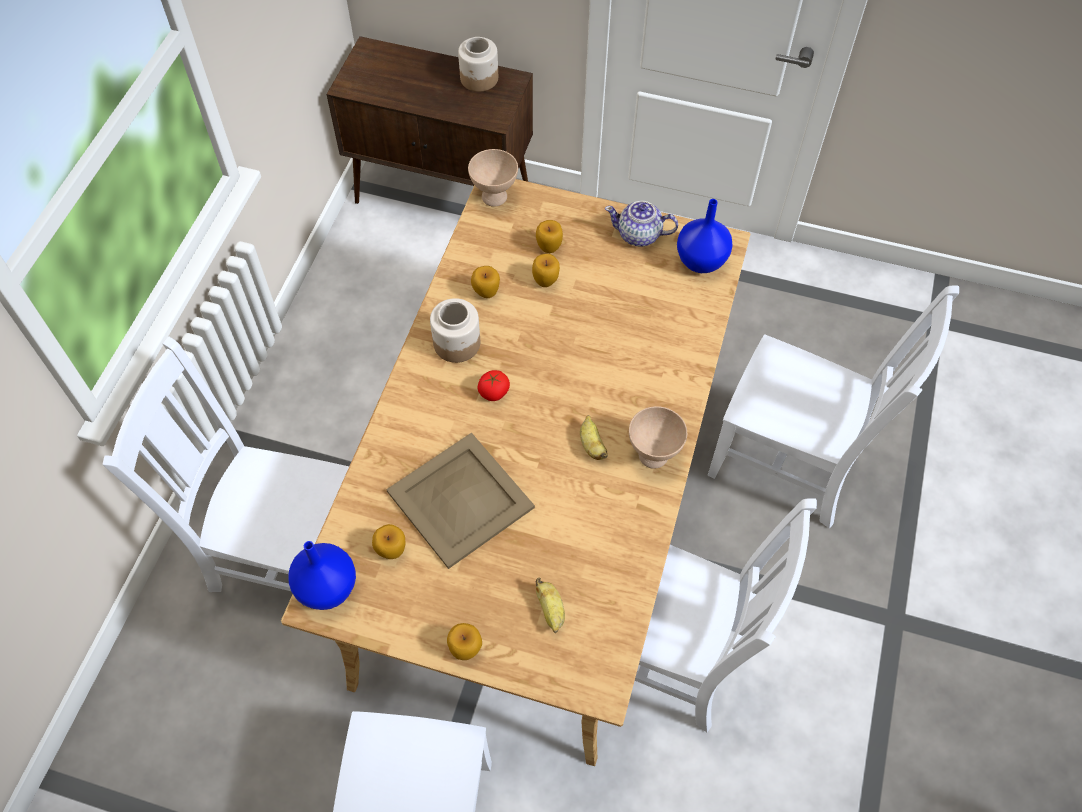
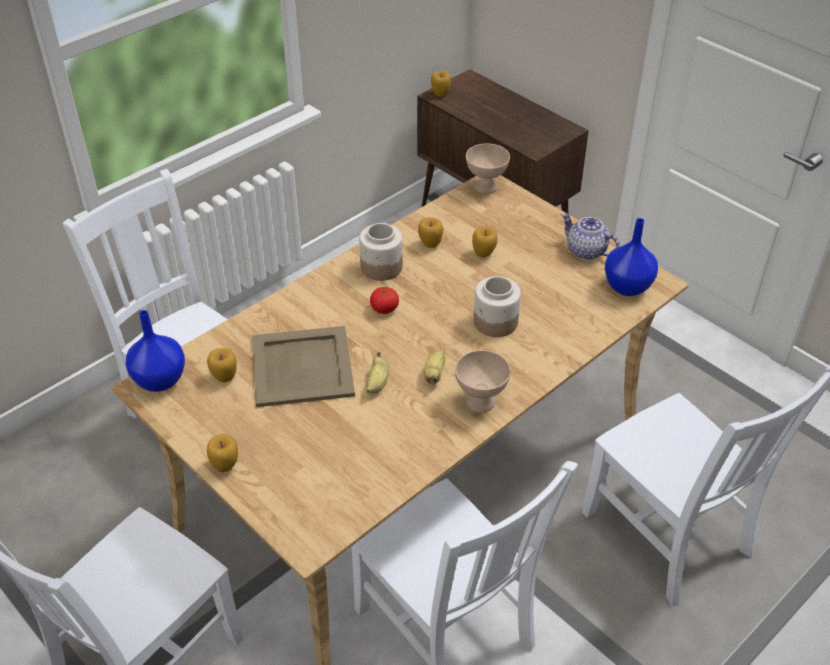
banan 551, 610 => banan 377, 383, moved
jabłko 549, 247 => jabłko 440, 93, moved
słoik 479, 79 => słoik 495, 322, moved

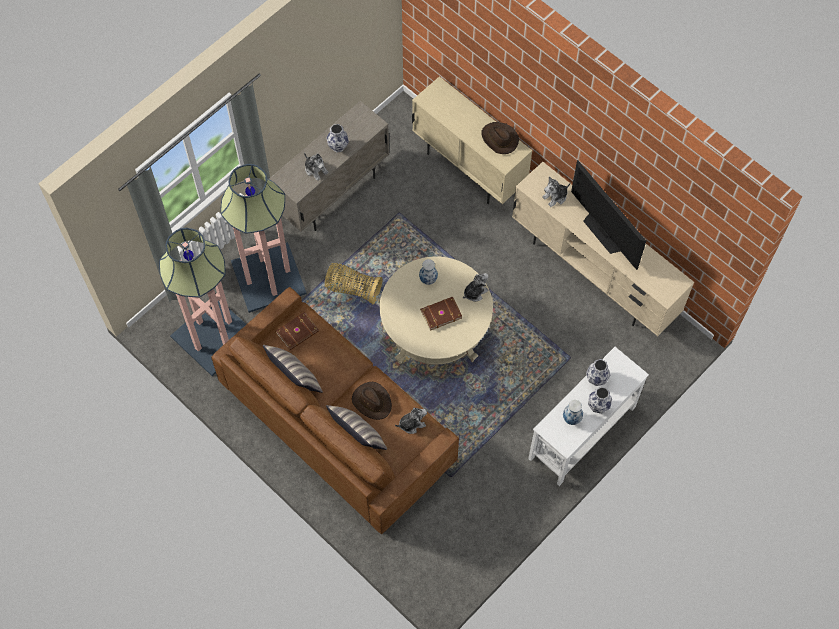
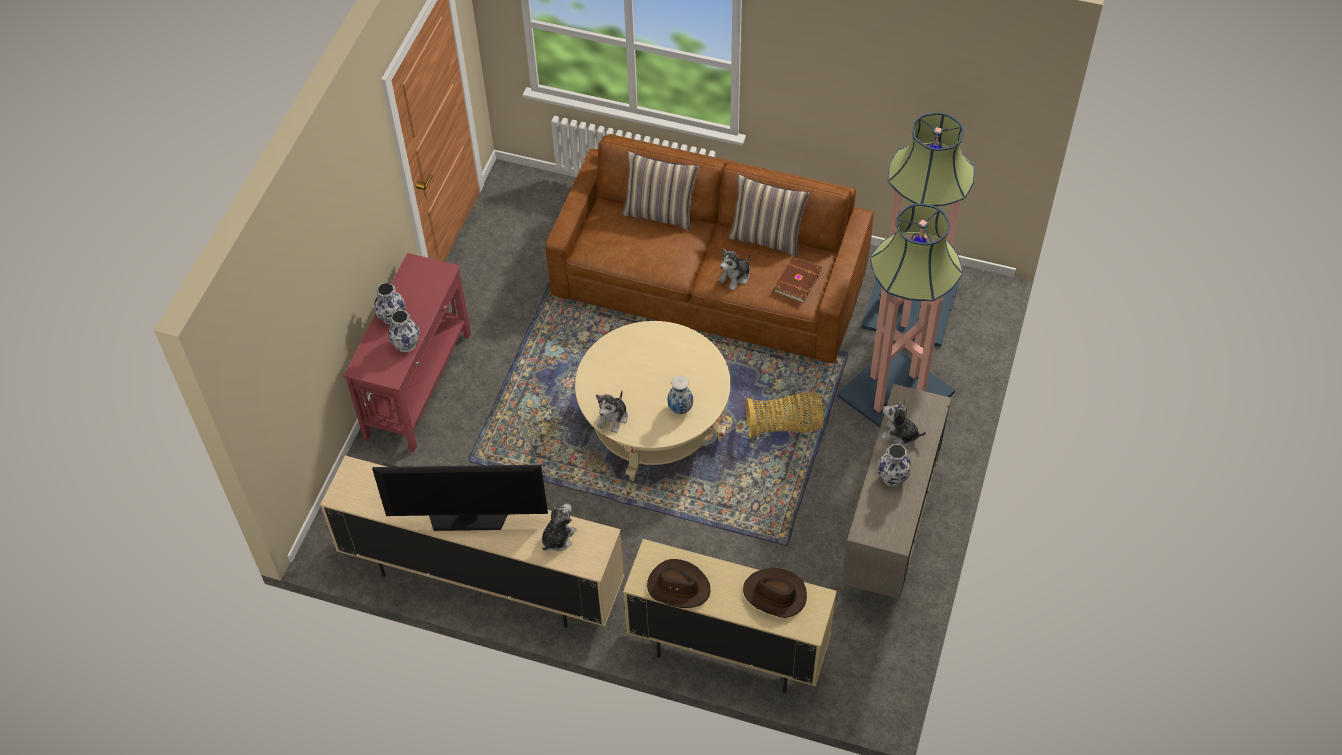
stolik konsolowy (biały) 581, 432 => stolik konsolowy (czerwony) 419, 384
telewizor 604, 232 => telewizor 468, 517, 150 degrees clockwise
pluszak 411, 423 => pluszak 735, 277, moved
kapelusz (brązowy) 372, 401 => kapelusz (brązowy) 775, 595, moved
książka (brązowy) 440, 313 => nothing
wazon 571, 418 => nothing

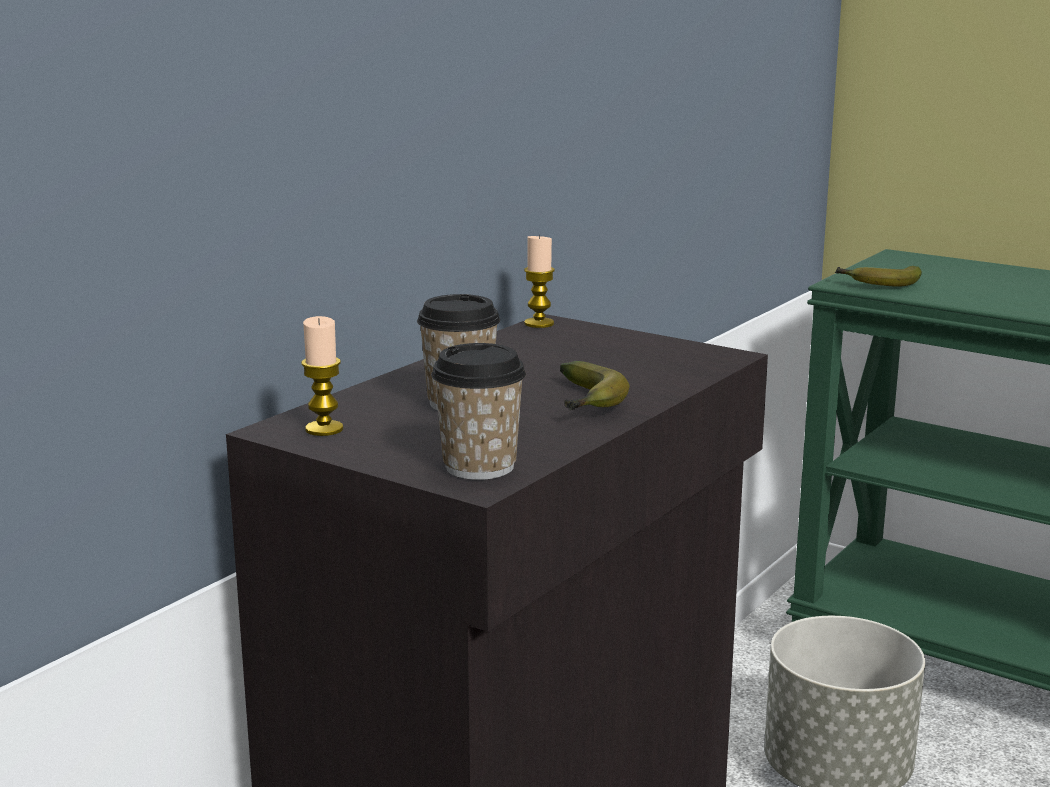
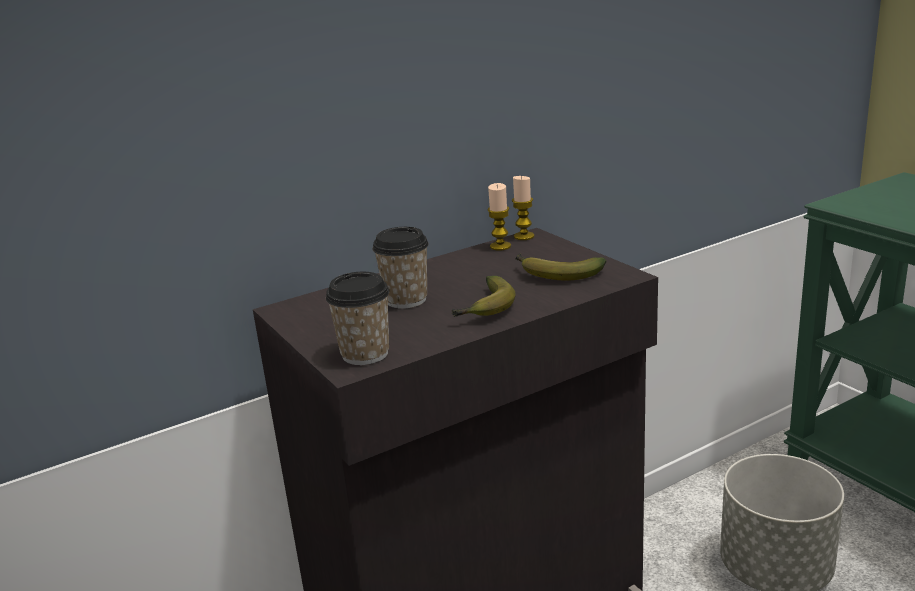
świeca 324, 429 => świeca 500, 246, moved
banan 878, 284 => banan 555, 274, moved

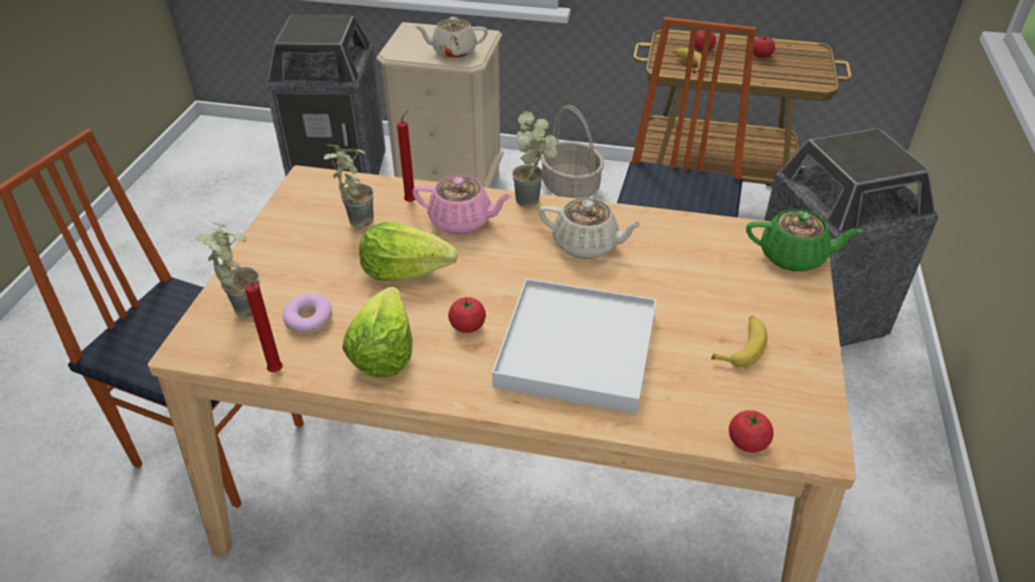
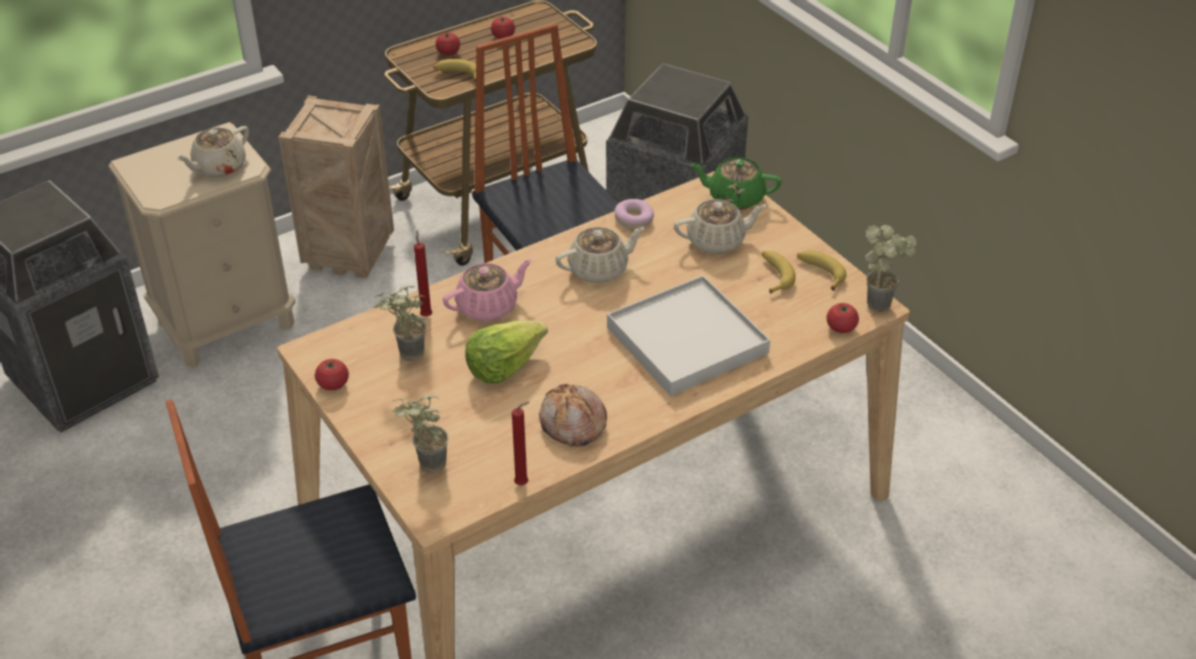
koszyk 571, 187 => skrzynka 351, 254
pomidor 467, 326 => pomidor 333, 384, moved
sałata 383, 351 => chleb 571, 424
donut 309, 320 => donut 633, 219, moved
nothing => imbryk (beżowy) 717, 241
imbryk (zielony) 794, 257 => imbryk (zielony) 735, 198, 135 degrees counterclockwise
nothing => banan 820, 273
roślina doniczkowa 535, 201 => roślina doniczkowa 882, 302, moved

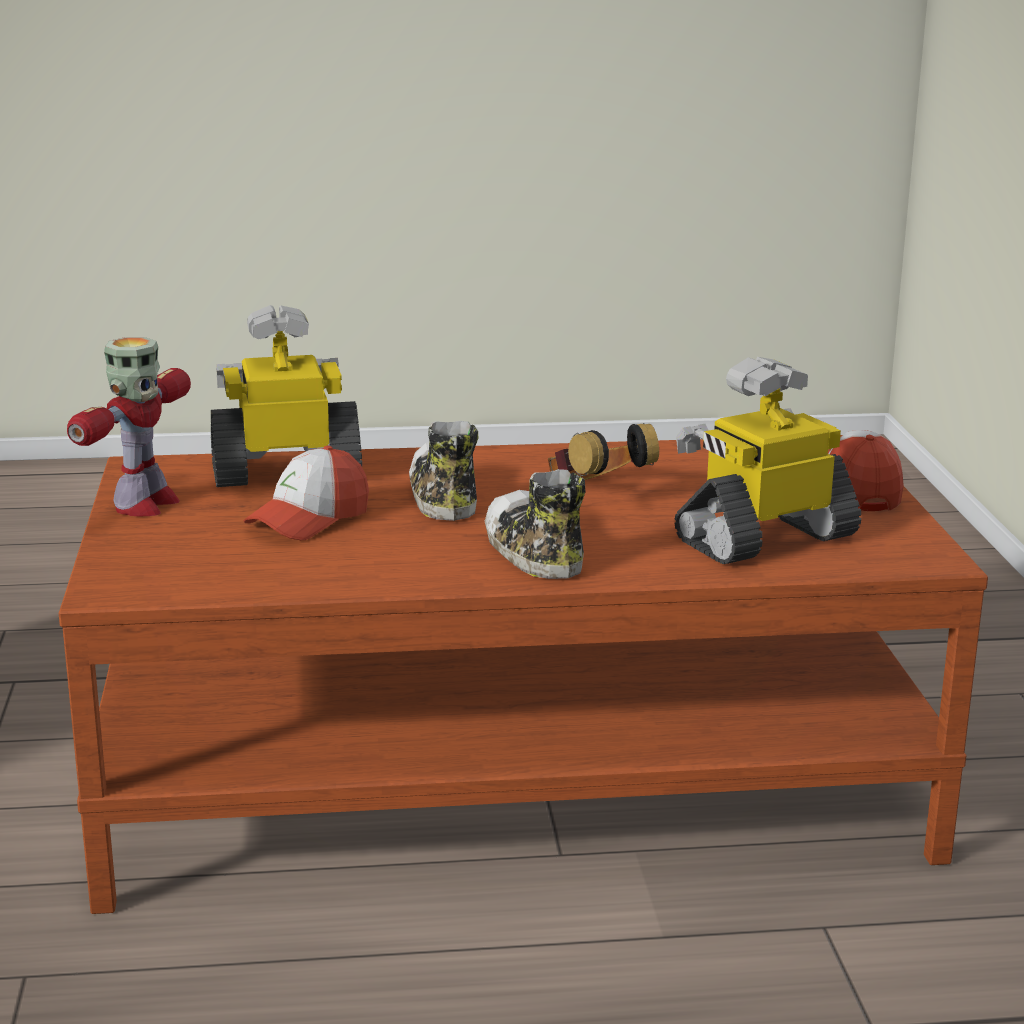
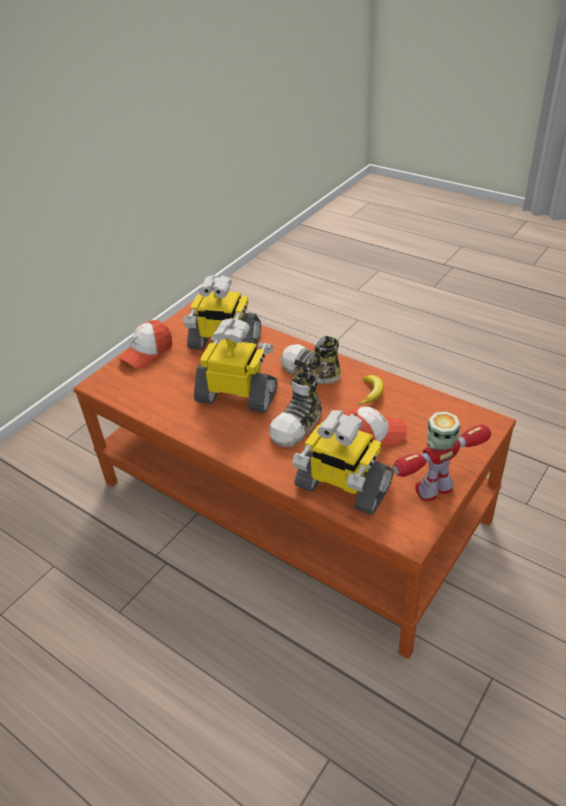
słuchawki 596, 495 => robot zabawkowy 238, 395
but 533, 553 => but 310, 371, 105 degrees clockwise
nothing => banan 371, 393

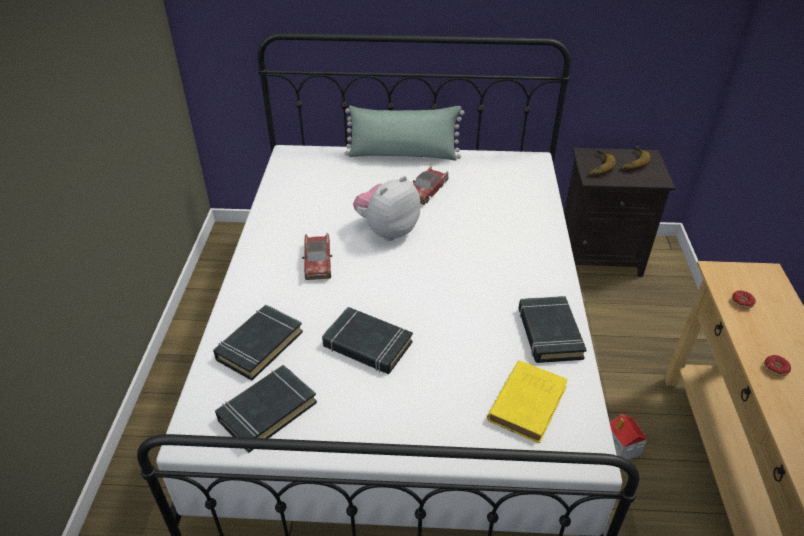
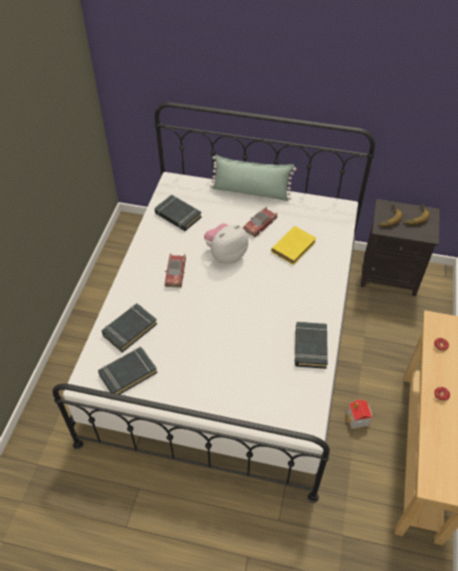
książka (czarny) 367, 345 => książka (czarny) 177, 215, moved
książka (żółty) 528, 402 => książka (żółty) 294, 246, moved

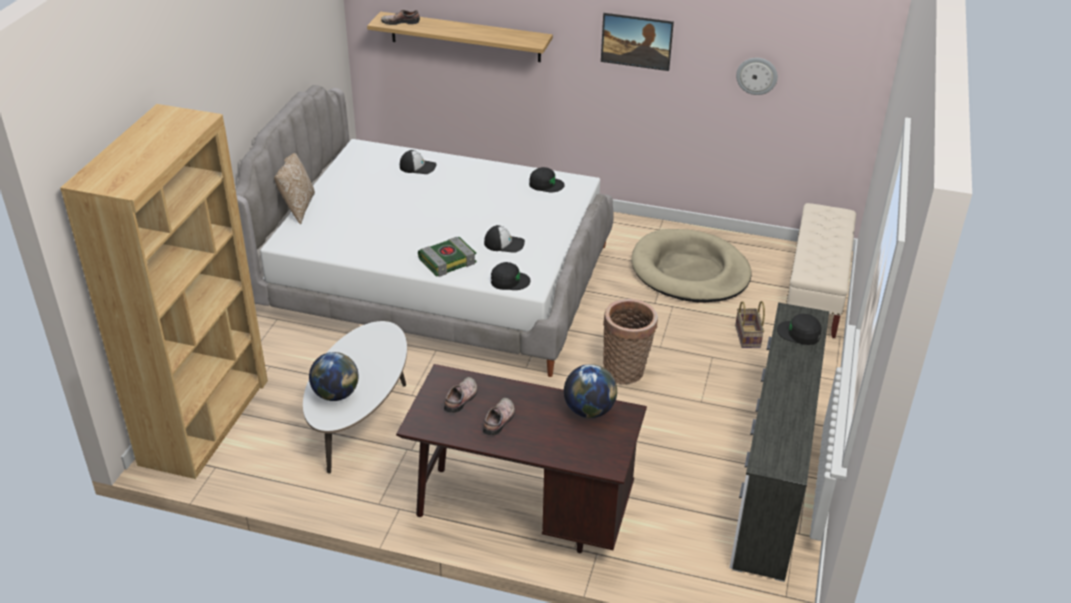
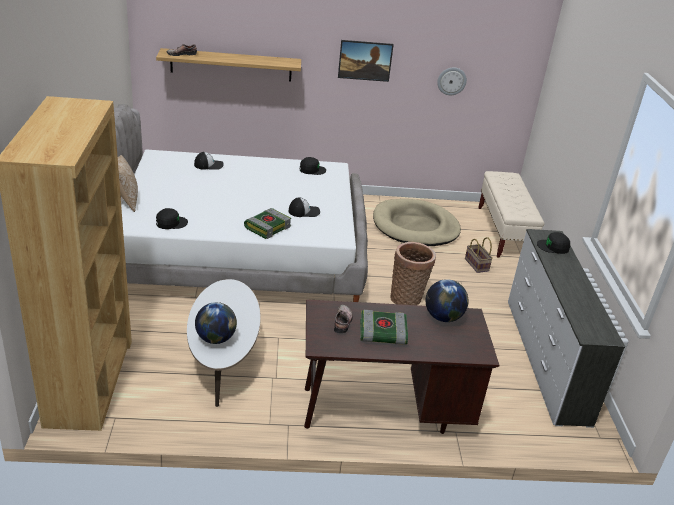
czapka z daszkiem (czarny) 509, 281 => czapka z daszkiem (czarny) 171, 223, moved
but 500, 420 => książka 382, 334

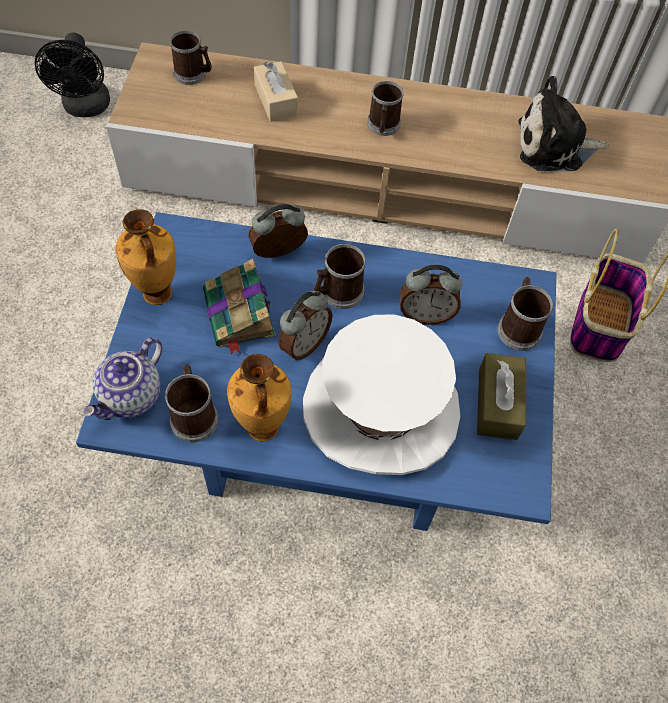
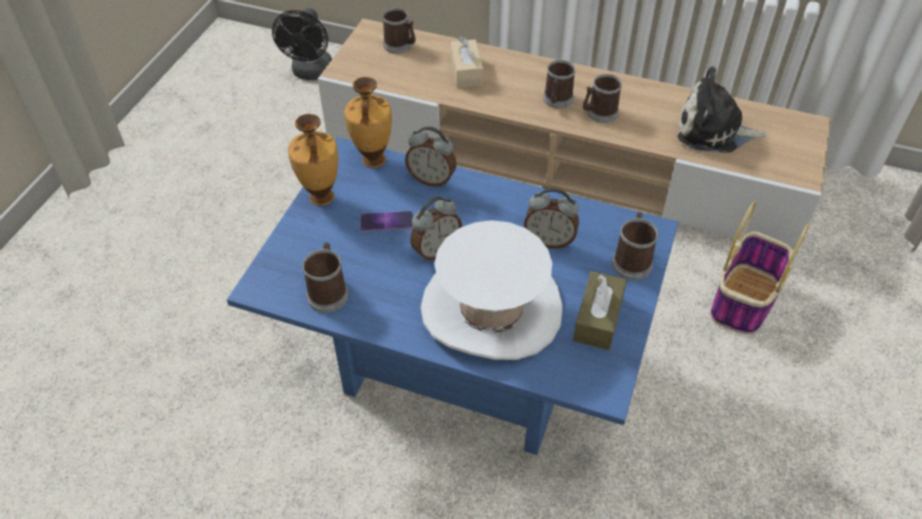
wazon 262, 429 => wazon 373, 161, moved
książka 239, 315 => telefon 386, 221
budzik 279, 254 => budzik 432, 179, 150 degrees counterclockwise
kubek 337, 293 => kubek 599, 113, moved
imbryk 131, 397 => nothing

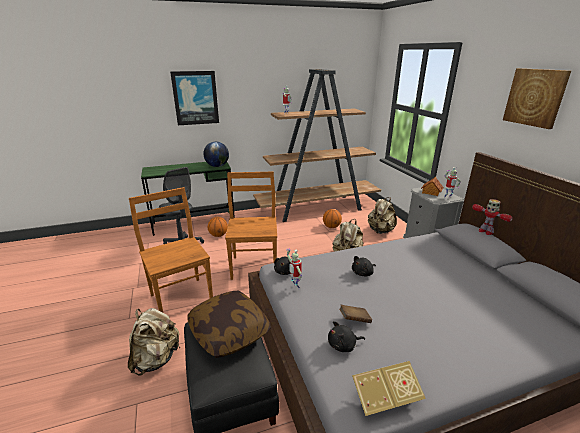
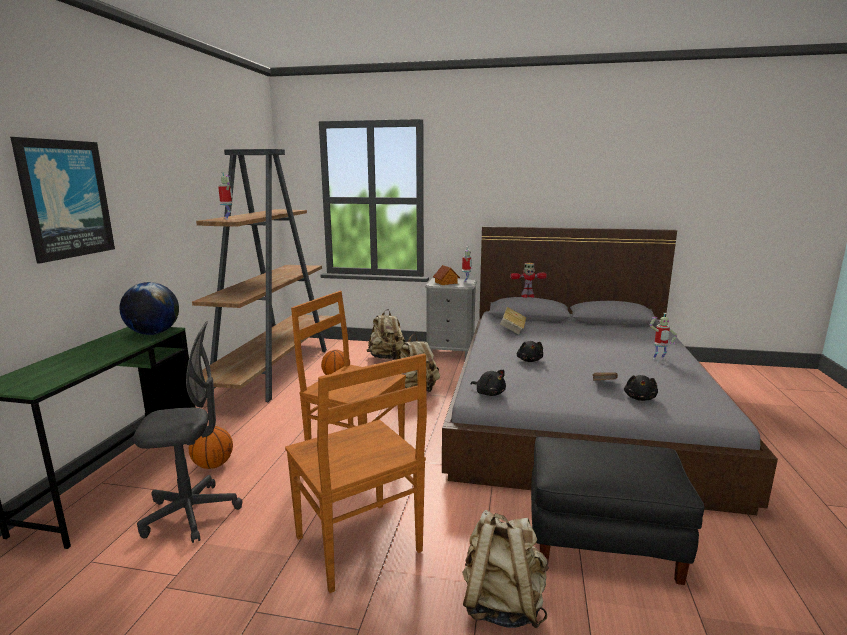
krzesło (brązowy) 181, 297 => krzesło (brązowy) 359, 546, 120 degrees counterclockwise
książka 384, 398 => książka 512, 329, moved
robot zabawkowy 295, 287 => robot zabawkowy 658, 359, moved
poduszka 229, 332 => nothing
obraz 535, 97 => nothing

